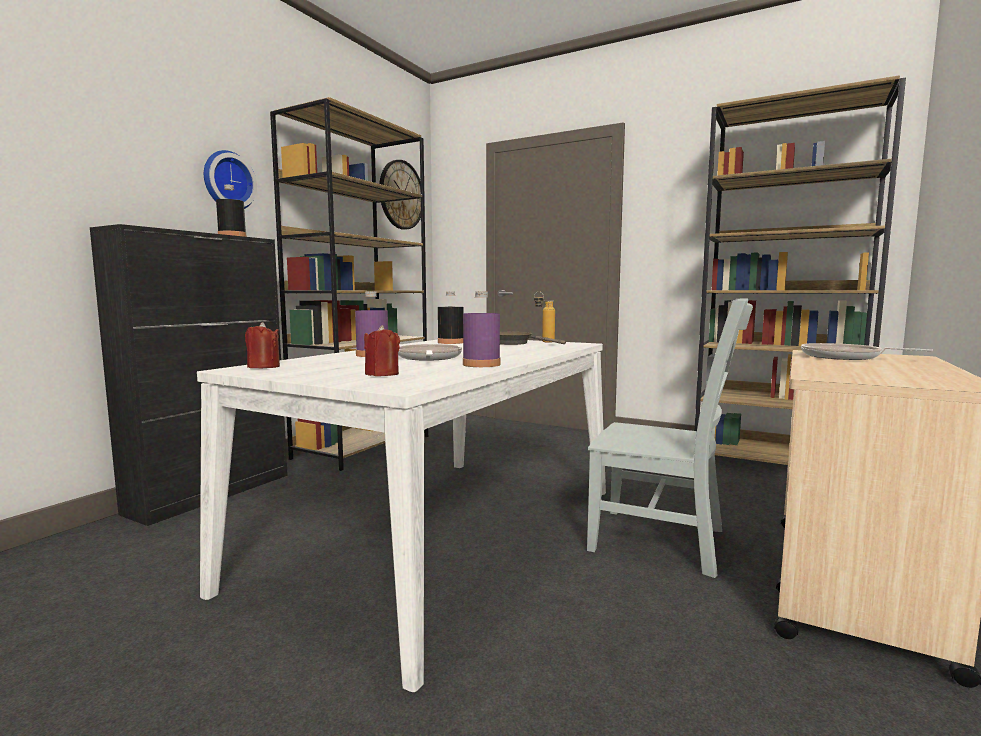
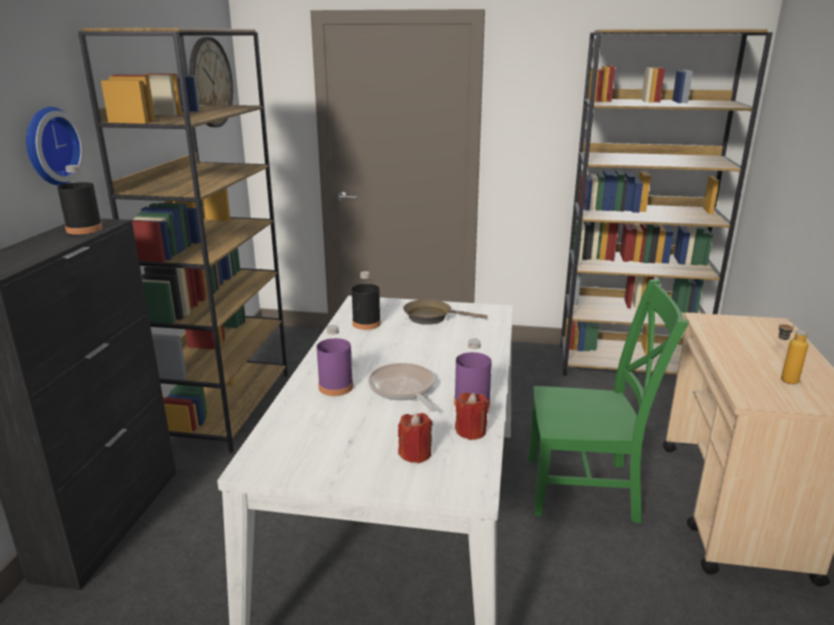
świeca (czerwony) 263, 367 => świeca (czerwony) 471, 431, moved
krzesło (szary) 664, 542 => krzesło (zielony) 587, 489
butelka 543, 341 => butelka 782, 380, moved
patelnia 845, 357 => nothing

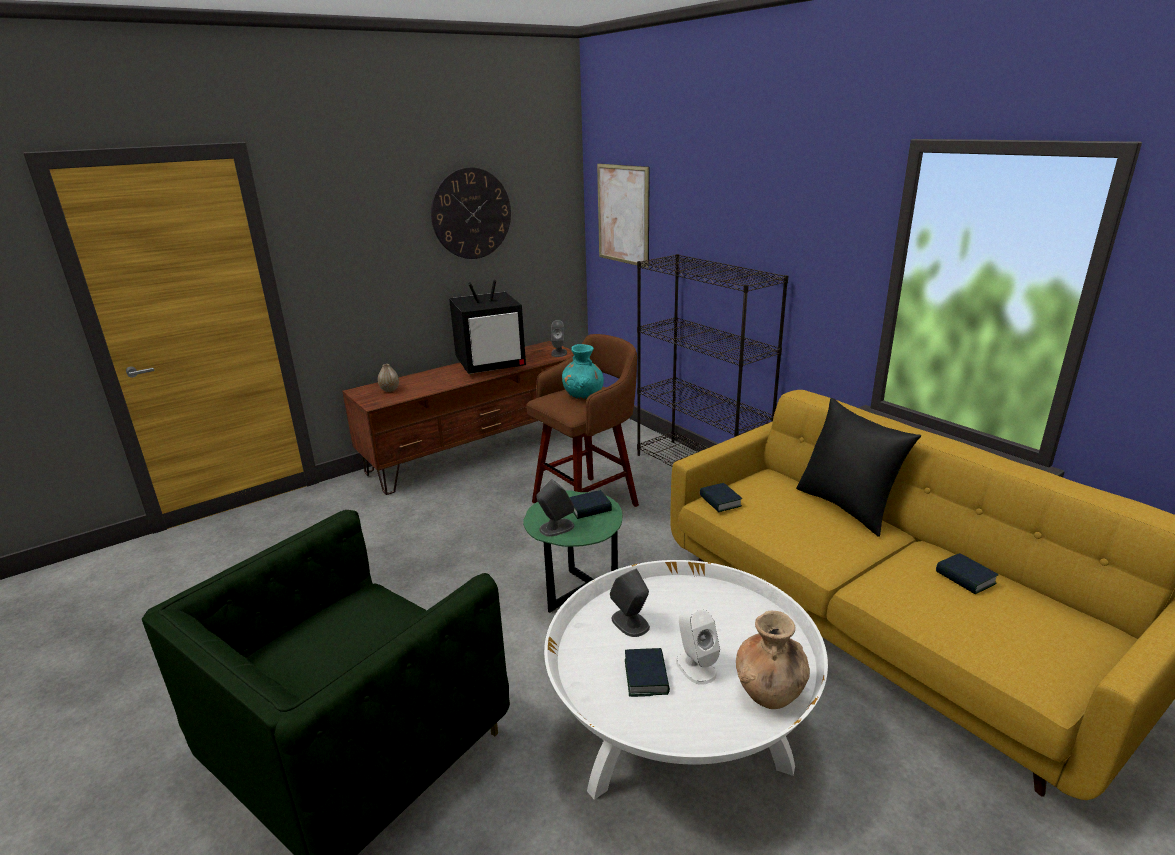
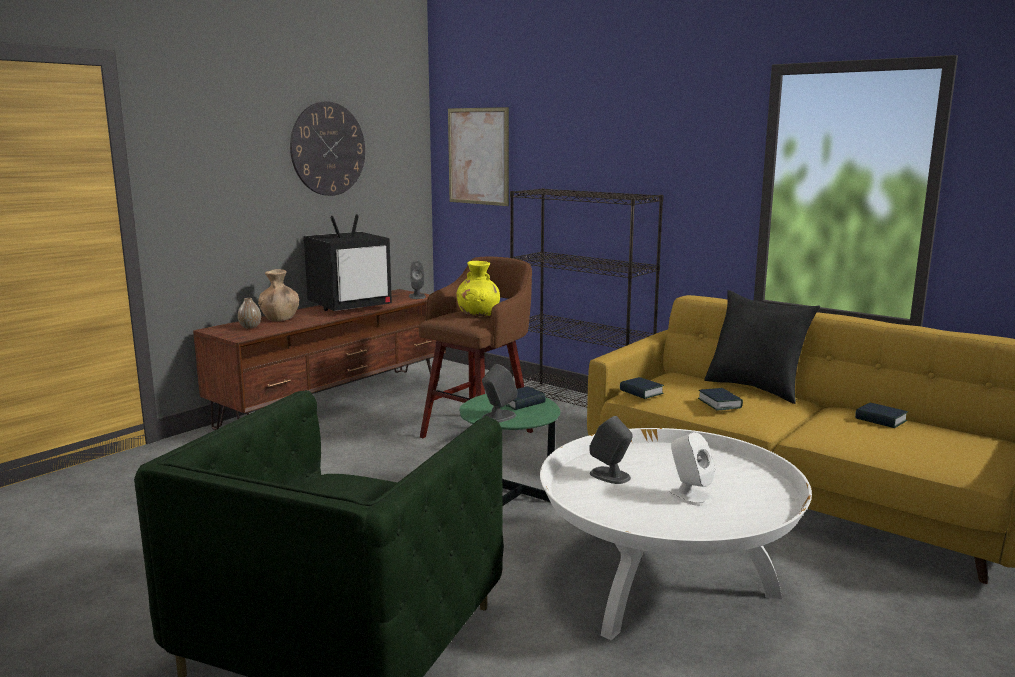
wazon (brązowy) 769, 692 => wazon (brązowy) 280, 319, moved
wazon (turkusowy) 583, 396 => wazon (żółty) 478, 314
książka 646, 676 => książka 719, 403, moved

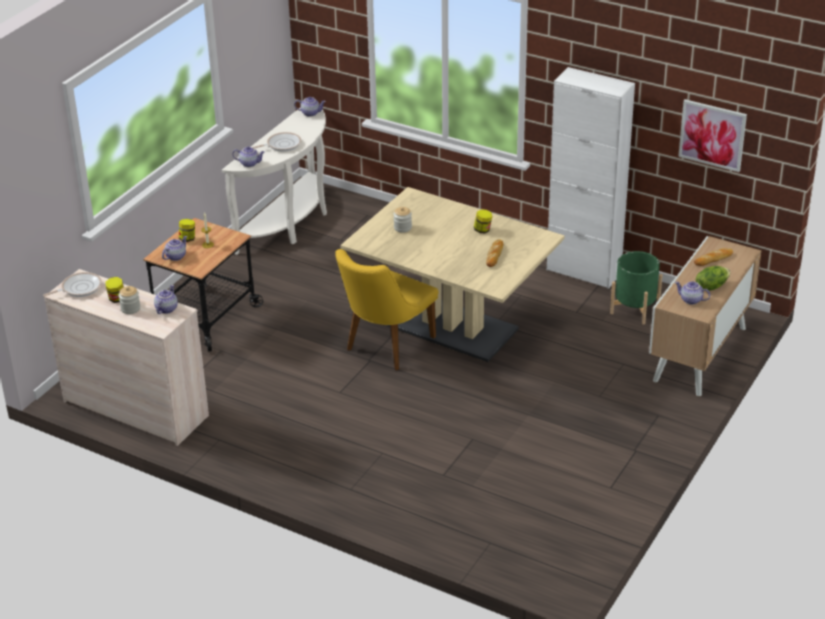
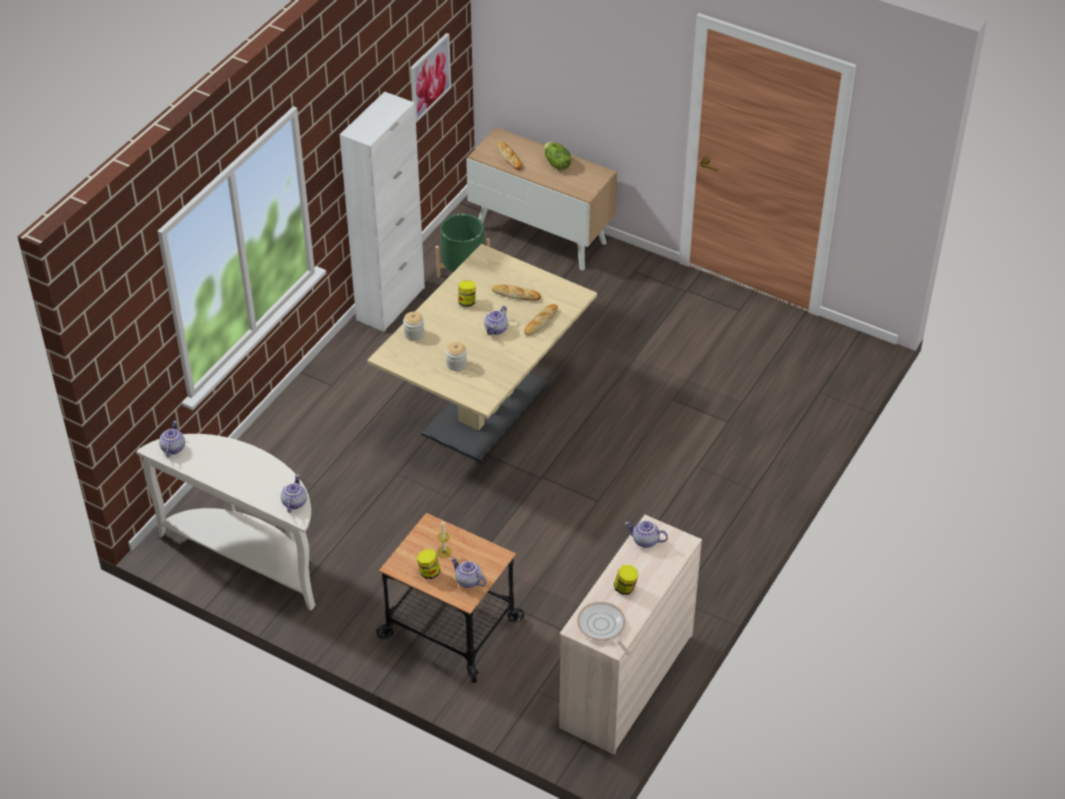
słoik 130, 308 => słoik 414, 333, moved
imbryk 690, 300 => imbryk 496, 329, moved
nothing => chleb 540, 322
patelnia 281, 145 => nothing
krzesło (żółty) 384, 348 => nothing

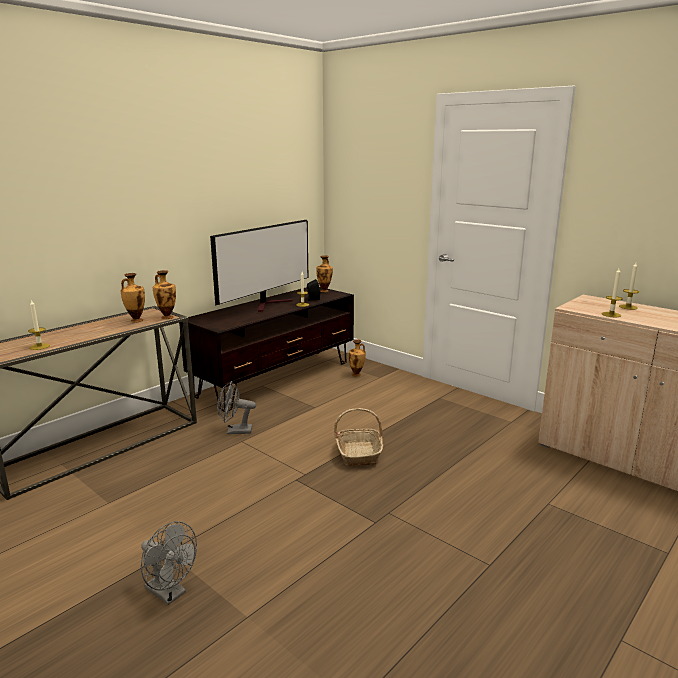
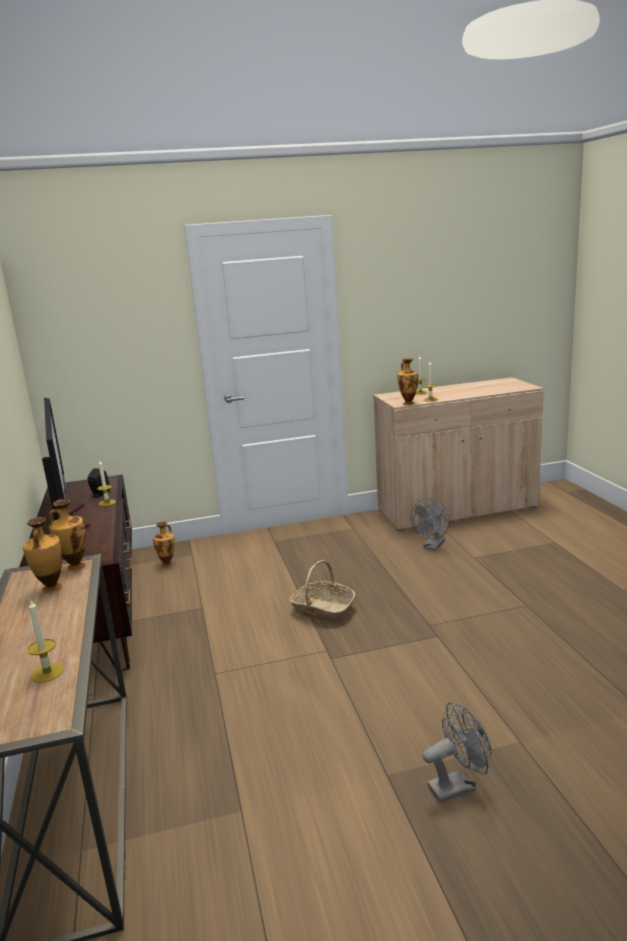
wazon 324, 291 => wazon 408, 403, moved
wentylator (szary) 235, 431 => wentylator (szary) 432, 546, moved

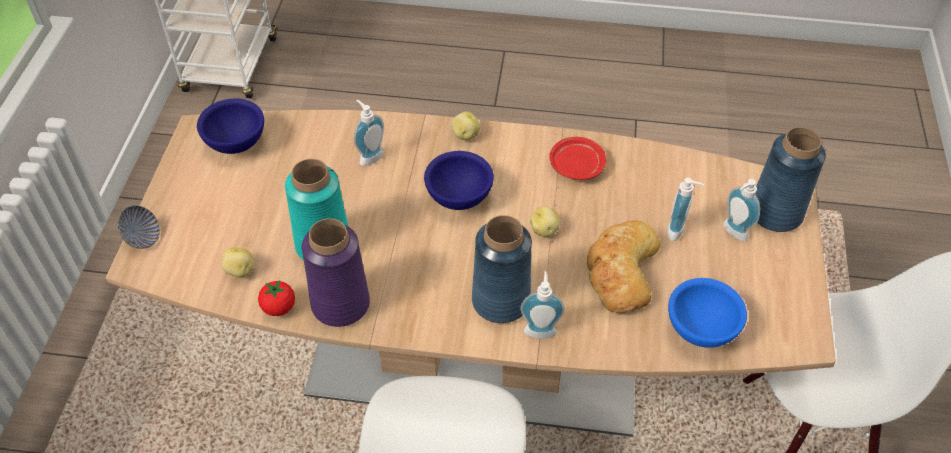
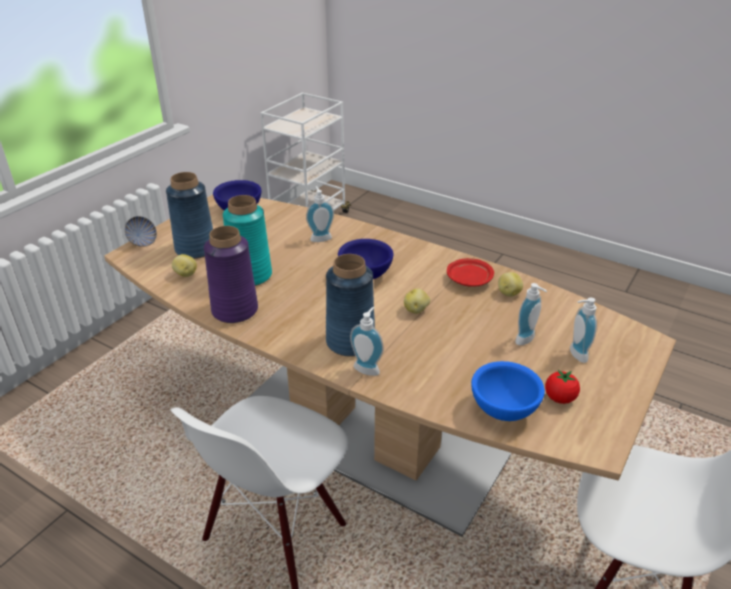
wazon (niebieski) 775, 213 => wazon (niebieski) 195, 249, moved
ziemniak 465, 135 => ziemniak 508, 293, moved
pomidor 279, 307 => pomidor 559, 398, moved
chleb 621, 270 => nothing

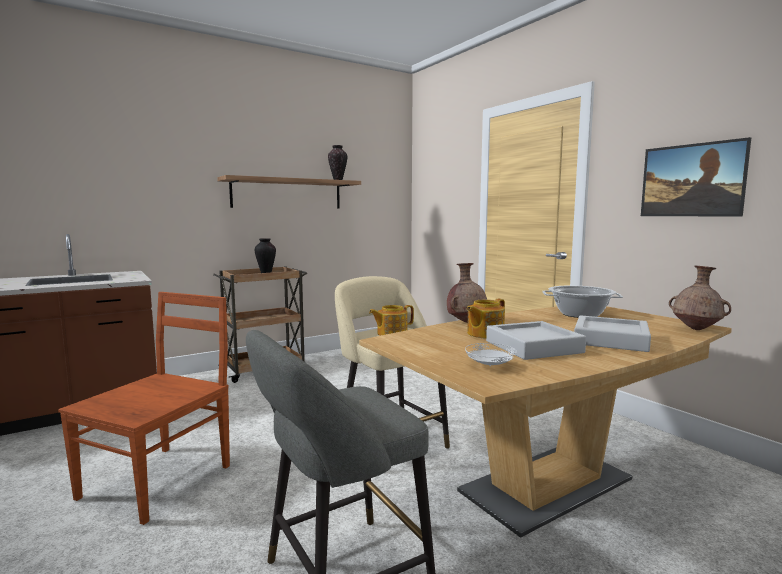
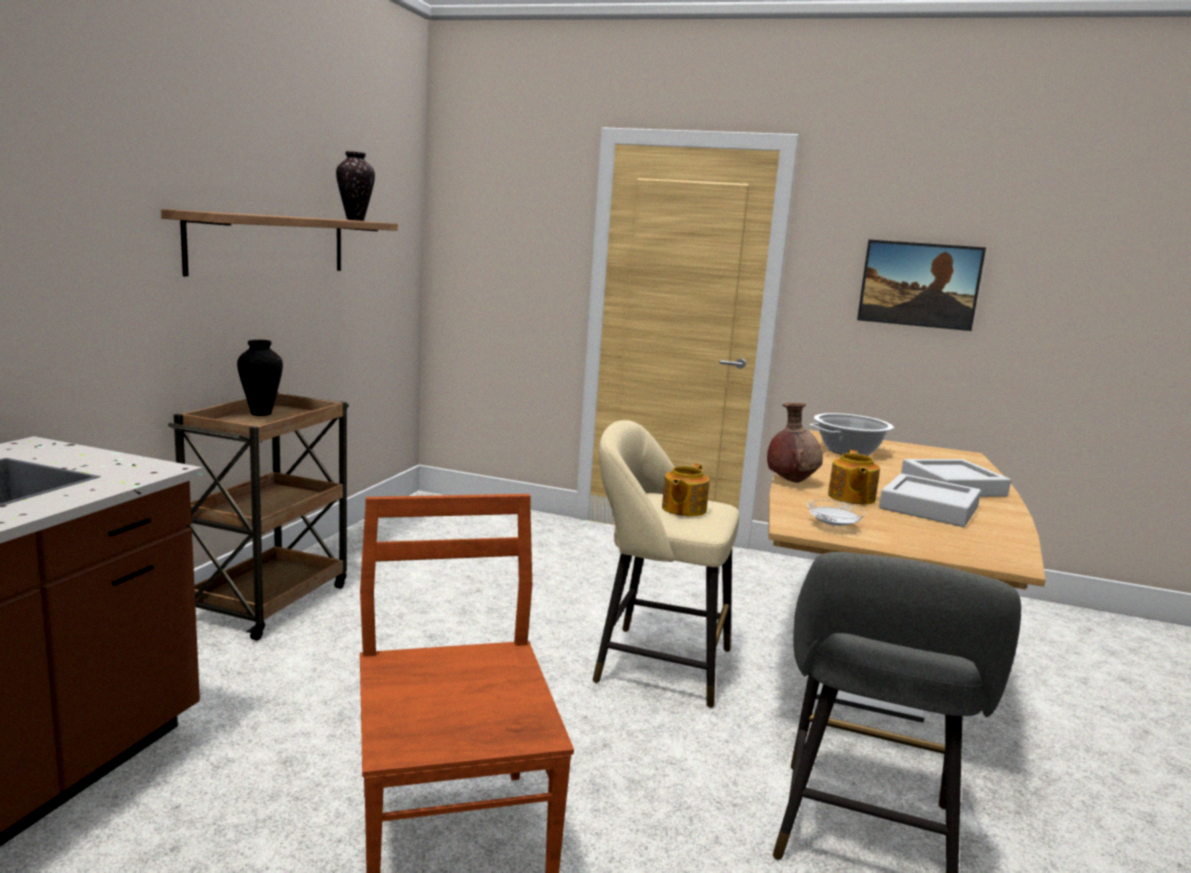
talerz (biały) 490, 366 => talerz (biały) 833, 526, moved
wazon (brązowy) 697, 329 => nothing

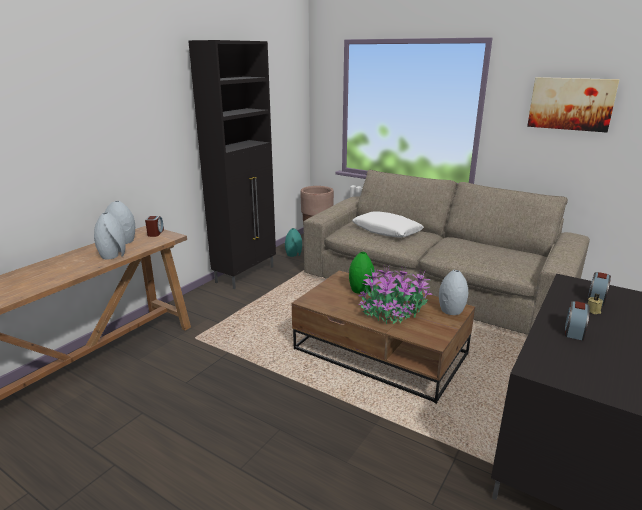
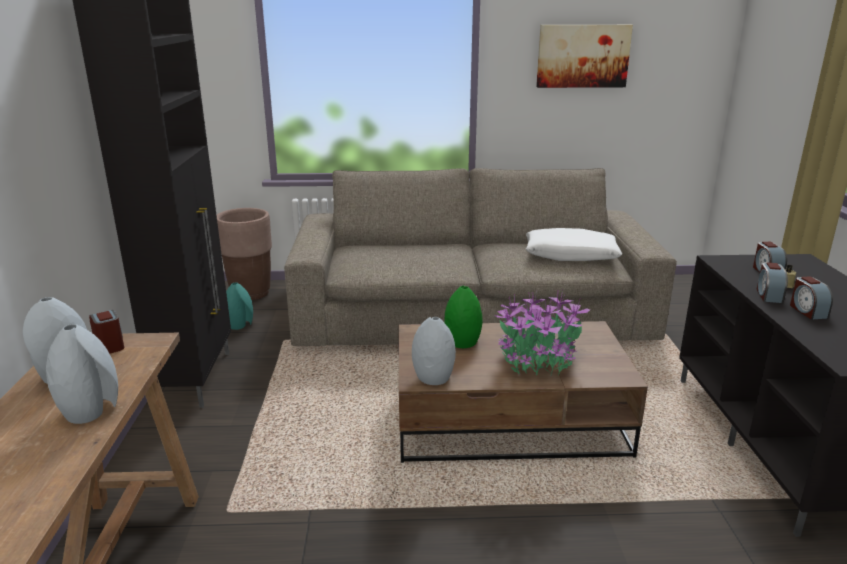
wazon (szary) 450, 310 => wazon (szary) 433, 378, moved
poduszka (biały) 386, 231 => poduszka (biały) 570, 255, moved
nothing => budzik 768, 295

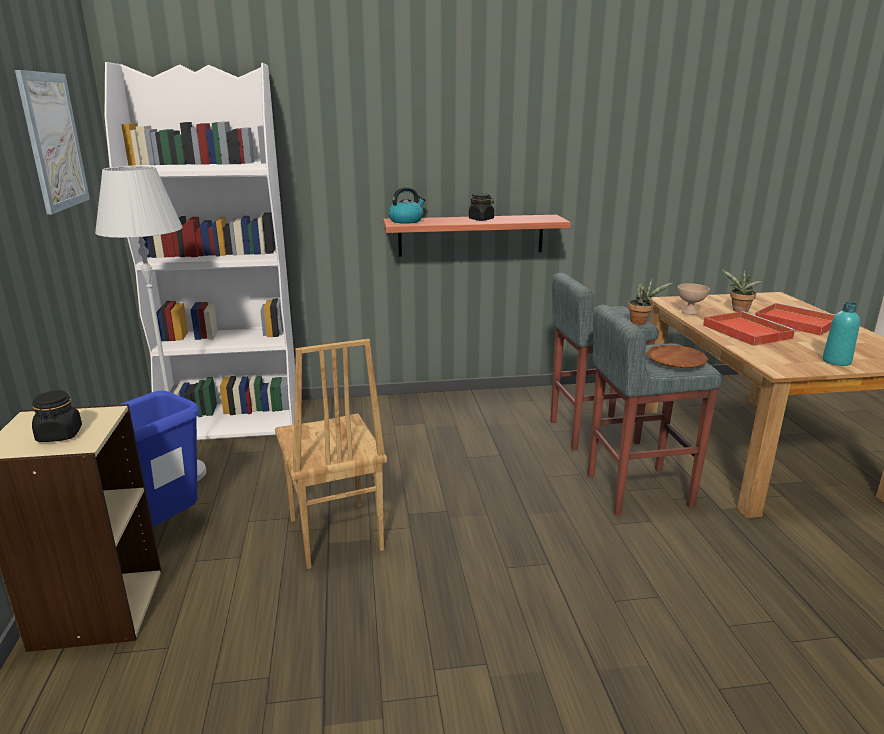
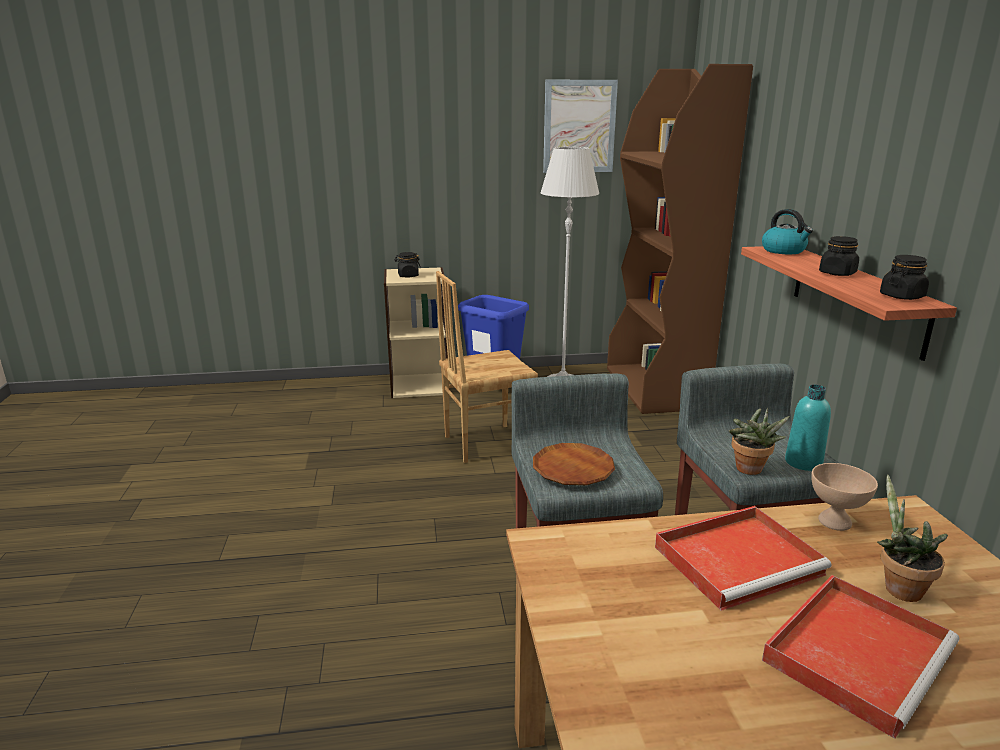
regał (biały) 234, 421 => regał (brązowy) 656, 389
butelka (turkusowy) 836, 361 => butelka (turkusowy) 803, 462, moved
nothing => słoik (czarny) 902, 296

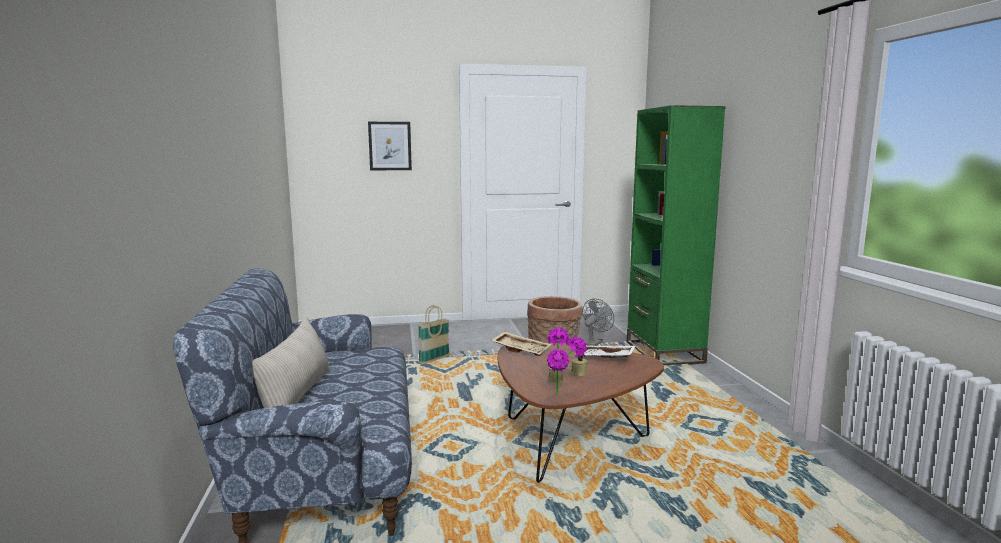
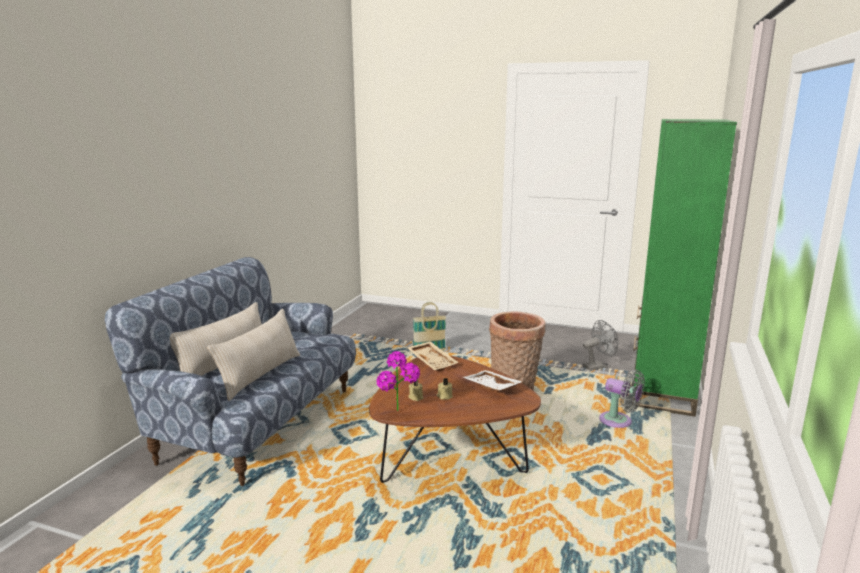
nothing => poduszka (beżowy) 260, 375
nothing => wentylator (szary) 619, 422
obraz 390, 146 => nothing

